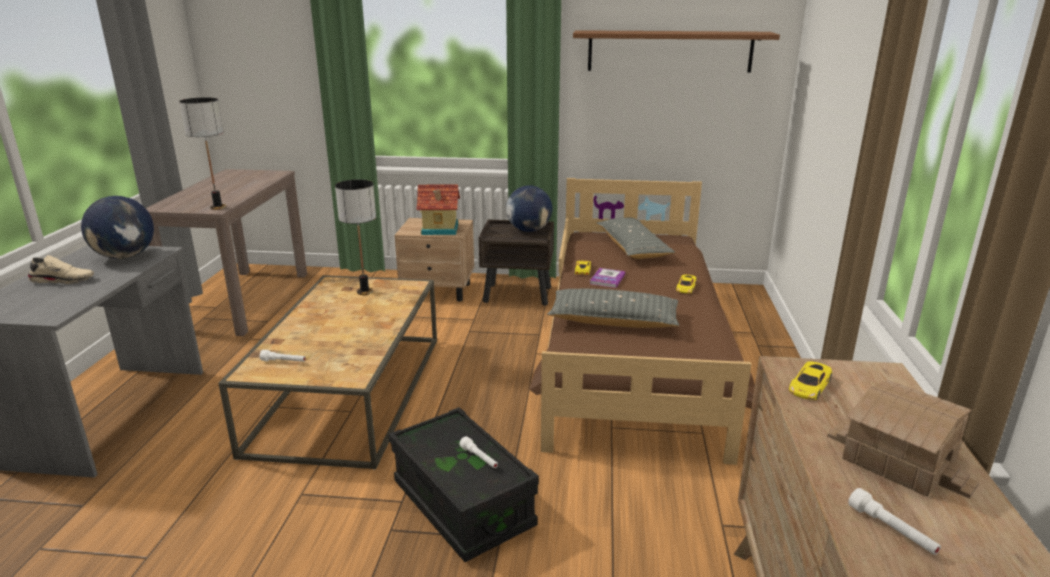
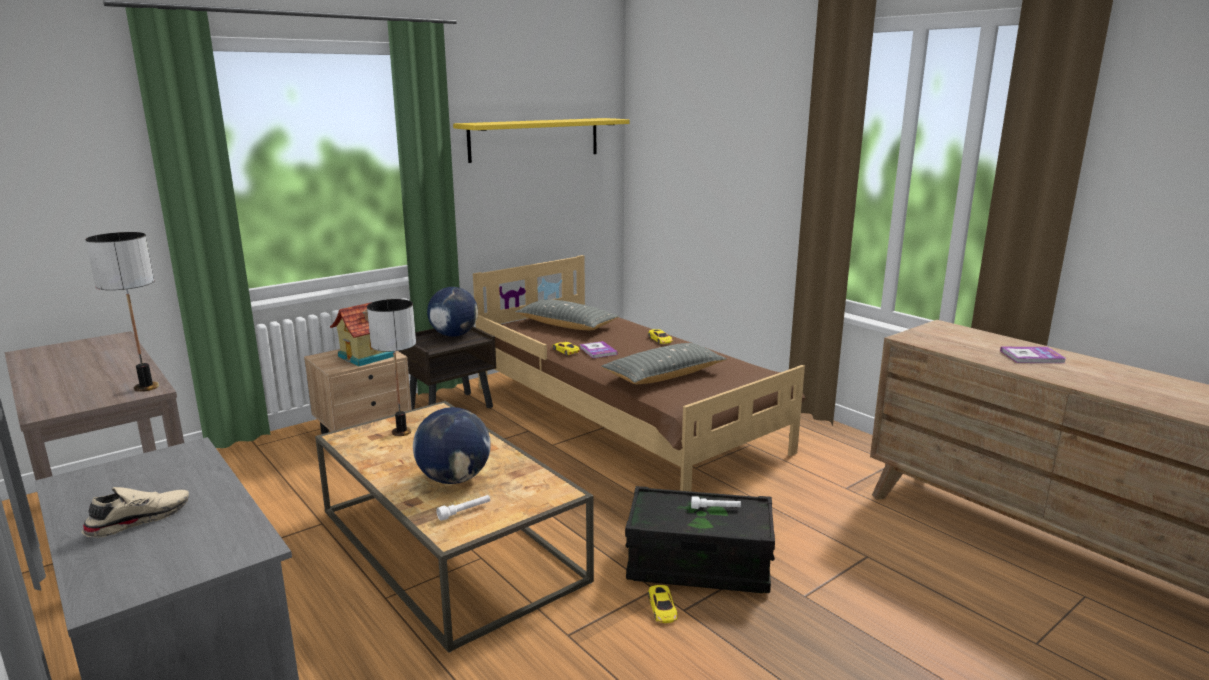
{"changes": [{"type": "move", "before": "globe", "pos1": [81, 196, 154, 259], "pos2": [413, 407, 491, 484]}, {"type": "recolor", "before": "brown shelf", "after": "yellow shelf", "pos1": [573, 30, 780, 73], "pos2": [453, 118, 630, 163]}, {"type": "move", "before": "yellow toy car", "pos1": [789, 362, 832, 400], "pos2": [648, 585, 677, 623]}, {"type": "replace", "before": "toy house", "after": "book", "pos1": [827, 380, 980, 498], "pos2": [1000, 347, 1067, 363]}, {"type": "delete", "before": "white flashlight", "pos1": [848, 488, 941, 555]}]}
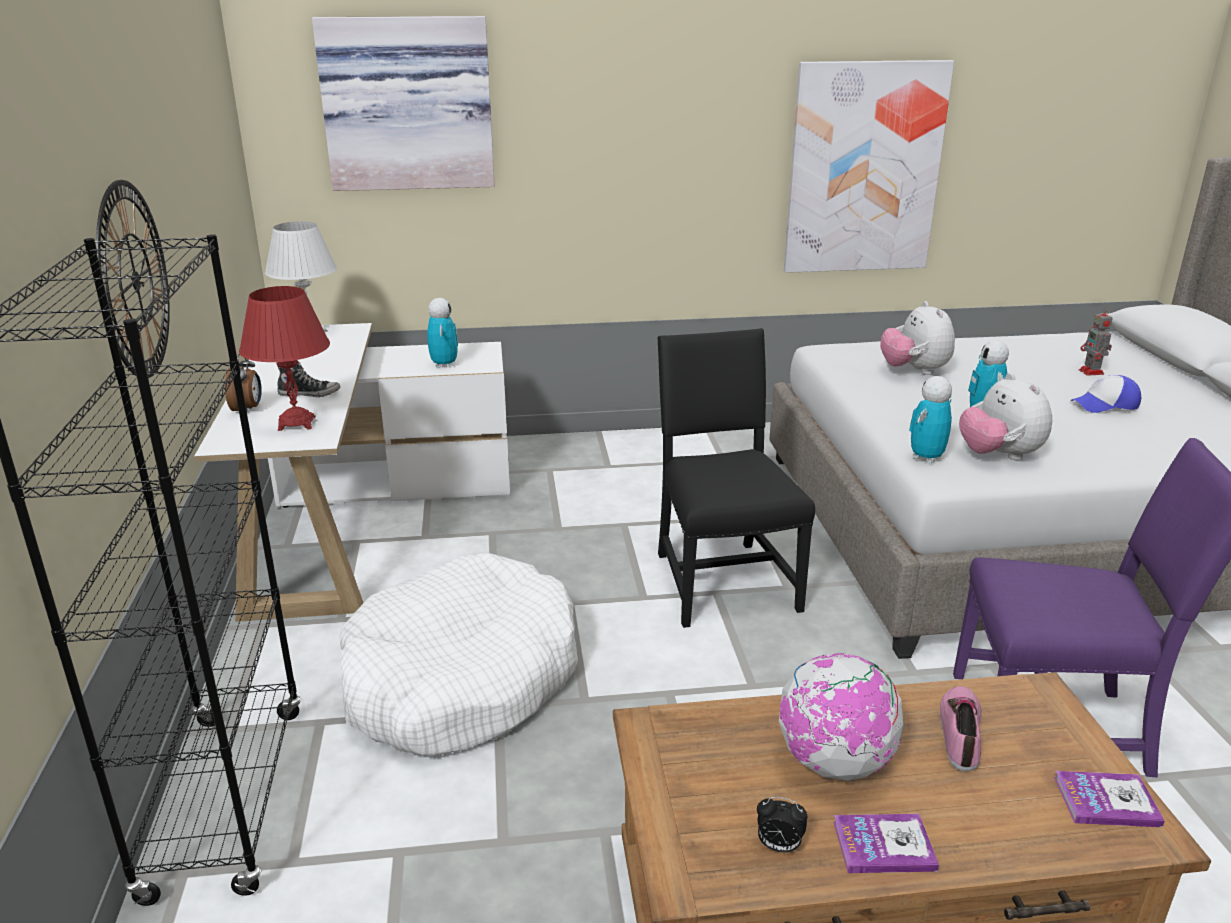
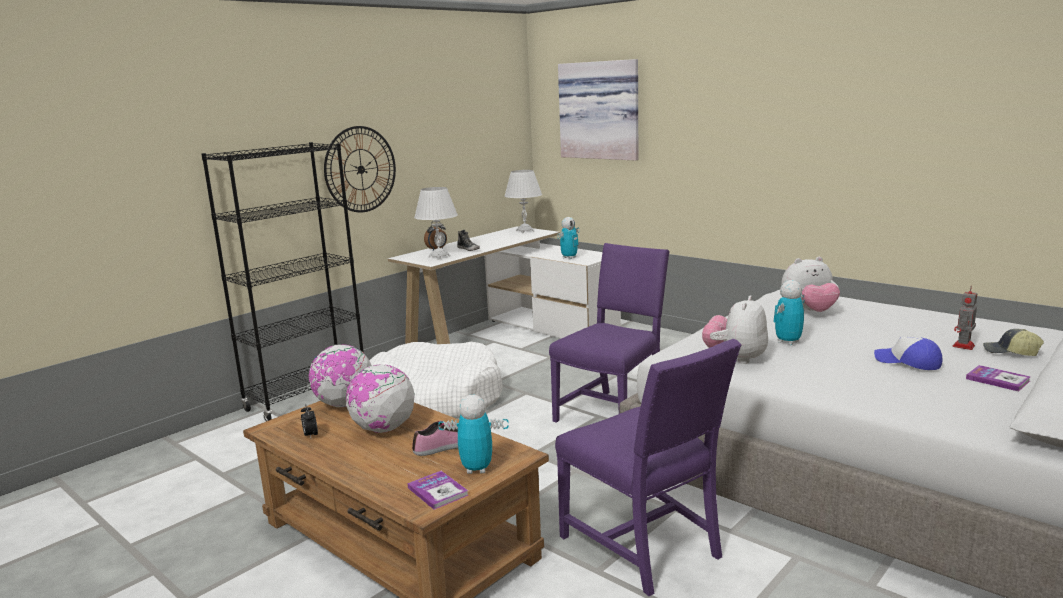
{"changes": [{"type": "recolor", "before": "red table lamp", "after": "white table lamp", "pos1": [239, 286, 330, 431], "pos2": [414, 187, 458, 260]}, {"type": "recolor", "before": "black chair", "after": "purple chair", "pos1": [658, 328, 815, 628], "pos2": [549, 243, 669, 423]}, {"type": "delete", "before": "picture", "pos1": [784, 60, 954, 273]}, {"type": "move", "before": "book", "pos1": [833, 814, 939, 873], "pos2": [966, 365, 1031, 392]}, {"type": "rotate", "before": "plush toy", "pos1": [880, 301, 955, 375], "pos2": [781, 257, 840, 312], "turn": -135}, {"type": "move", "before": "toy robot", "pos1": [909, 376, 952, 463], "pos2": [438, 395, 509, 474]}, {"type": "insert", "after": "globe", "pos2": [309, 345, 372, 407]}, {"type": "insert", "after": "cap", "pos2": [983, 329, 1044, 356]}]}
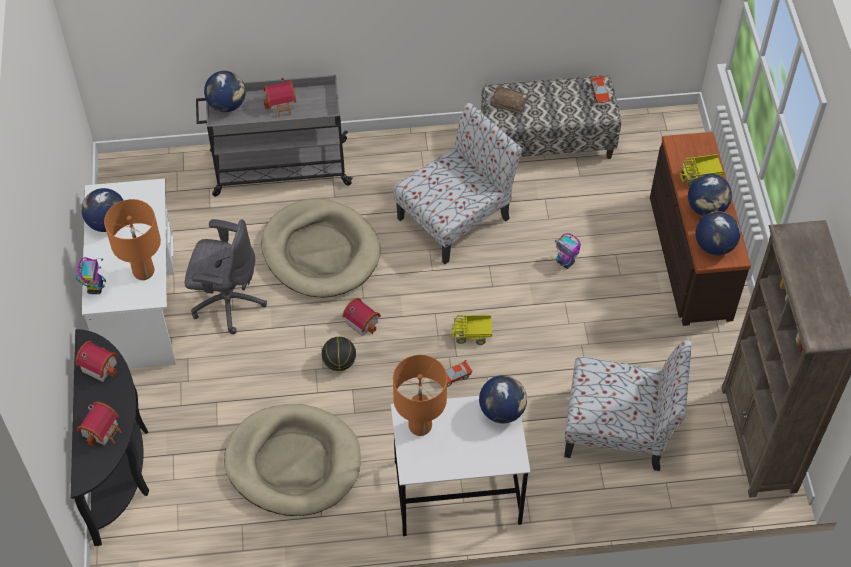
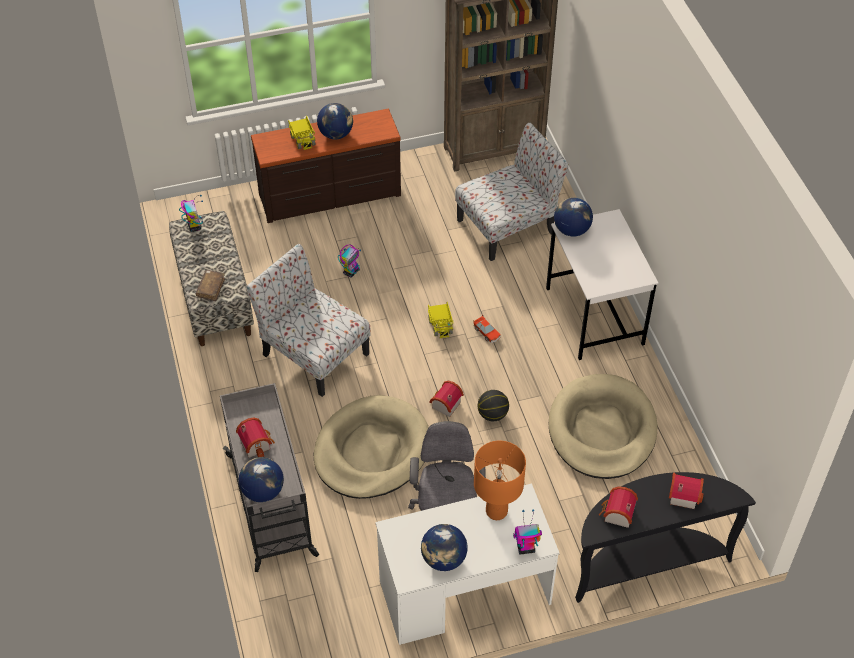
{"changes": [{"type": "delete", "before": "orange table lamp", "pos1": [393, 355, 447, 436]}, {"type": "rotate", "before": "chair", "pos1": [564, 339, 692, 471], "pos2": [455, 123, 569, 261], "turn": 60}, {"type": "replace", "before": "toy car", "after": "toy robot", "pos1": [590, 75, 610, 105], "pos2": [179, 195, 203, 232]}, {"type": "delete", "before": "globe", "pos1": [696, 211, 740, 255]}]}
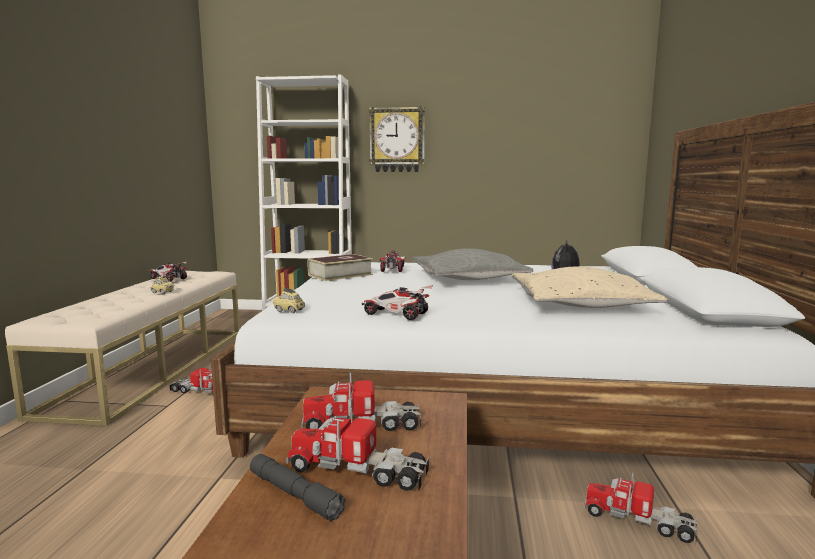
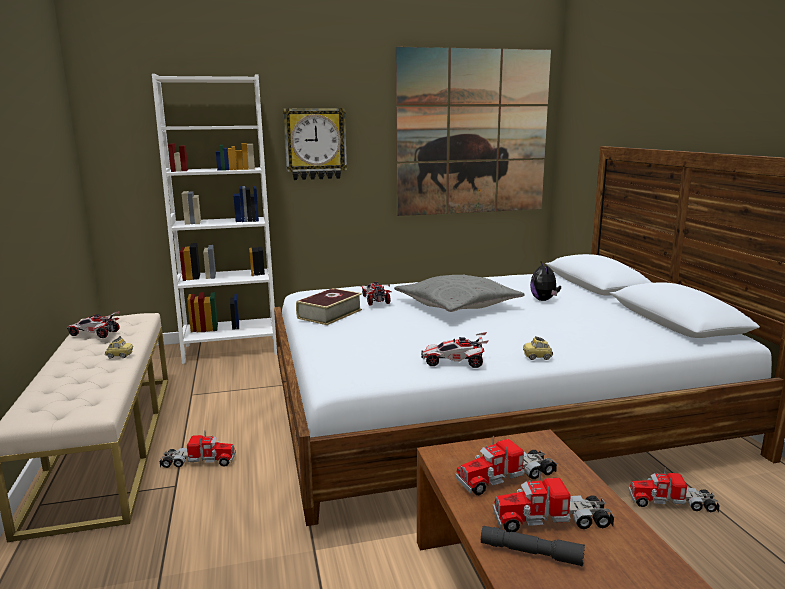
{"changes": [{"type": "move", "before": "toy car", "pos1": [273, 288, 305, 313], "pos2": [523, 336, 553, 360]}, {"type": "delete", "before": "beige pillow", "pos1": [512, 266, 667, 308]}, {"type": "insert", "after": "picture", "pos2": [396, 47, 551, 216]}]}
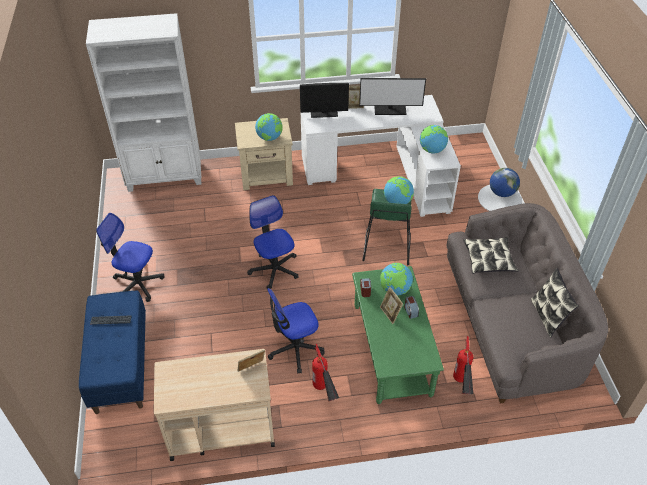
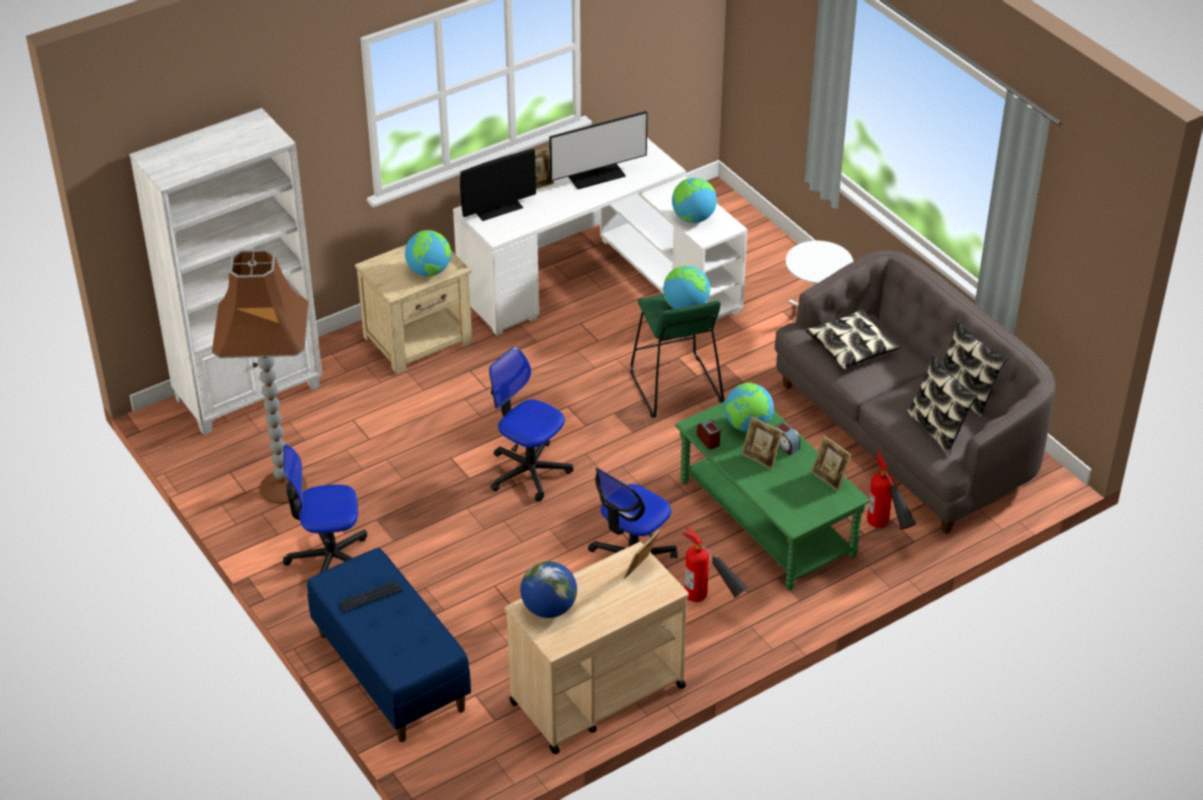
{"changes": [{"type": "move", "before": "globe", "pos1": [490, 168, 520, 197], "pos2": [520, 561, 577, 618]}, {"type": "insert", "after": "brown floor lamp", "pos2": [212, 249, 309, 504]}, {"type": "insert", "after": "picture frame", "pos2": [811, 436, 852, 491]}, {"type": "insert", "after": "pillow", "pos2": [907, 355, 978, 455]}]}
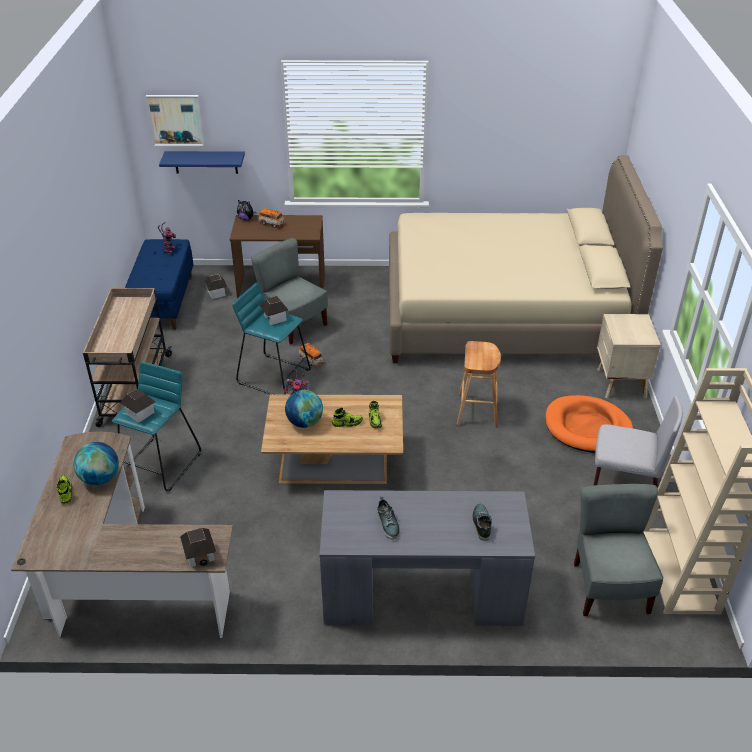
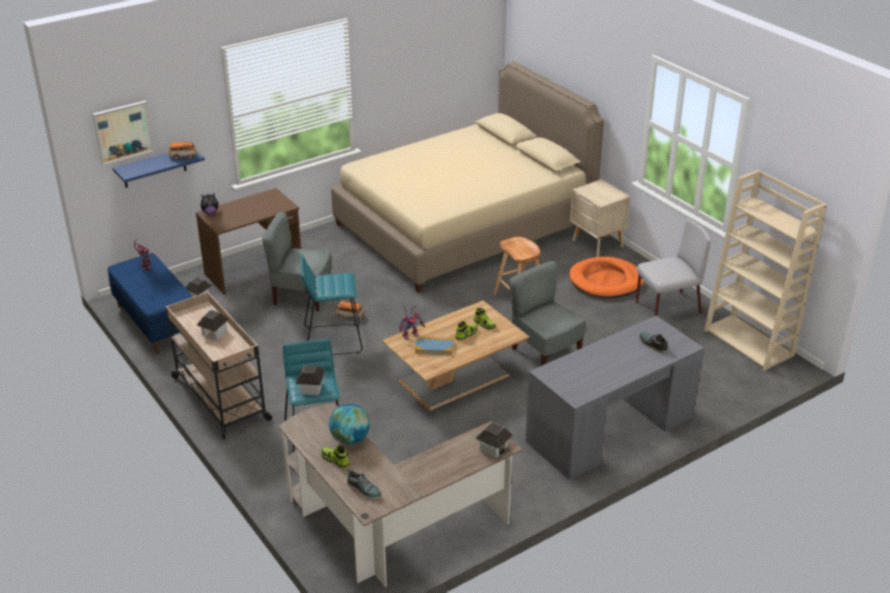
{"changes": [{"type": "move", "before": "toy car", "pos1": [258, 208, 285, 228], "pos2": [168, 141, 197, 160]}, {"type": "move", "before": "toy house", "pos1": [260, 296, 288, 325], "pos2": [197, 310, 229, 340]}, {"type": "replace", "before": "globe", "after": "book", "pos1": [285, 390, 323, 428], "pos2": [415, 336, 454, 355]}, {"type": "move", "before": "shoe", "pos1": [377, 496, 400, 540], "pos2": [347, 469, 381, 500]}, {"type": "move", "before": "grey chair", "pos1": [574, 484, 664, 616], "pos2": [509, 261, 586, 366]}]}
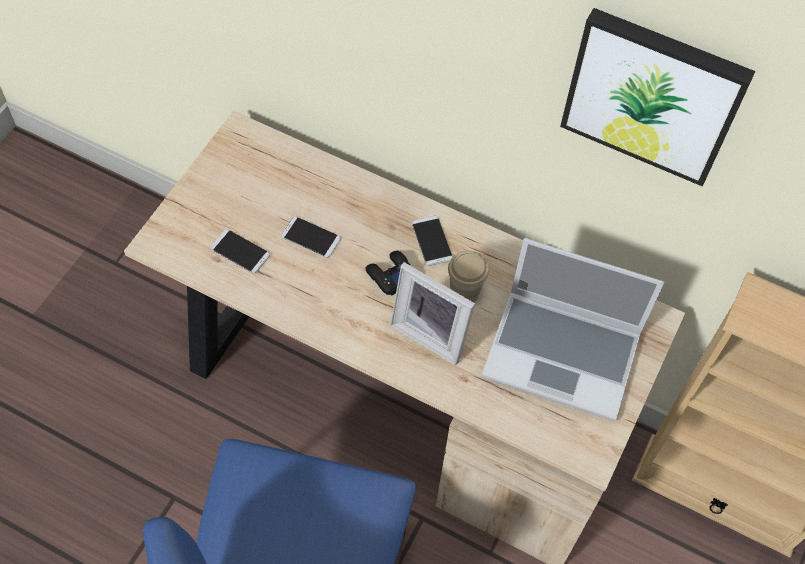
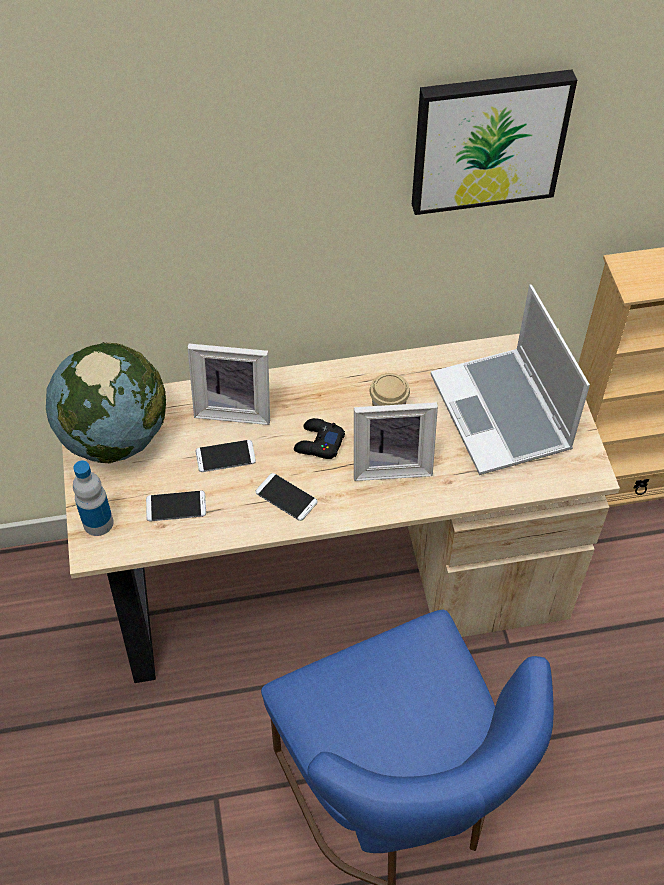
{"changes": [{"type": "move", "before": "phone", "pos1": [412, 216, 453, 266], "pos2": [256, 473, 318, 521]}, {"type": "rotate", "before": "laptop", "pos1": [481, 238, 664, 421], "pos2": [431, 284, 590, 475], "turn": 90}, {"type": "insert", "after": "globe", "pos2": [46, 342, 166, 463]}, {"type": "insert", "after": "bottle", "pos2": [73, 461, 114, 536]}, {"type": "insert", "after": "picture frame", "pos2": [188, 344, 270, 425]}]}
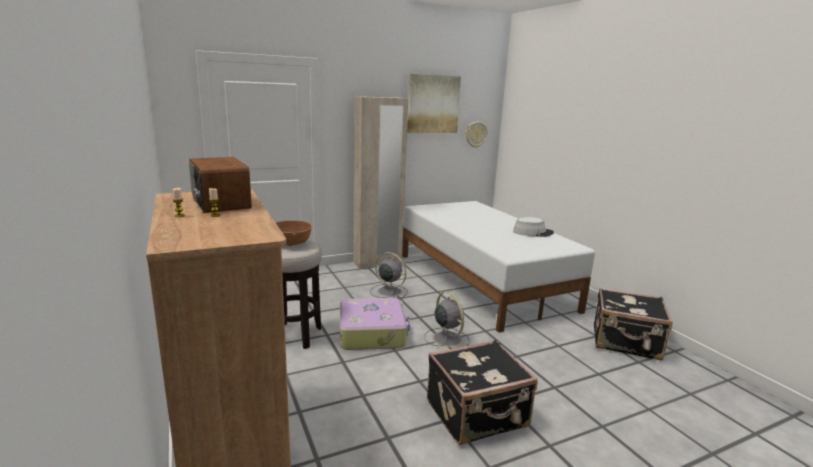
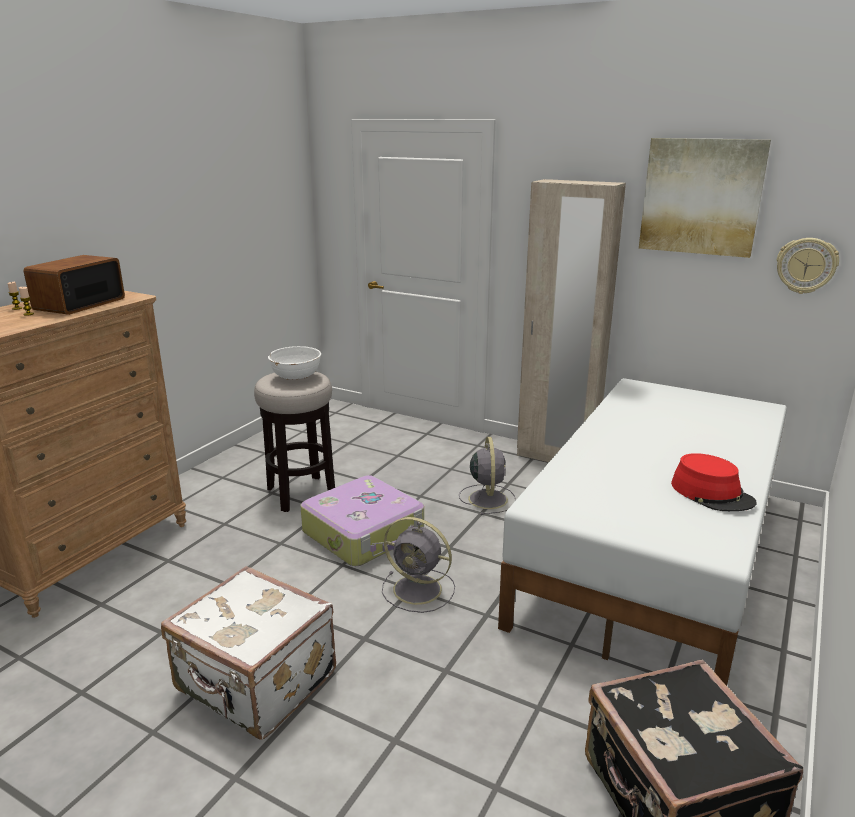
{"changes": [{"type": "recolor", "before": "brown bowl", "after": "white bowl", "pos1": [276, 220, 312, 246], "pos2": [268, 346, 321, 380]}, {"type": "rotate", "before": "grey fan", "pos1": [424, 291, 470, 347], "pos2": [382, 517, 455, 613], "turn": 90}, {"type": "recolor", "before": "black suitcase", "after": "white suitcase", "pos1": [427, 340, 538, 445], "pos2": [161, 566, 336, 740]}, {"type": "recolor", "before": "grey hat", "after": "red hat", "pos1": [513, 217, 554, 237], "pos2": [671, 453, 756, 511]}]}
